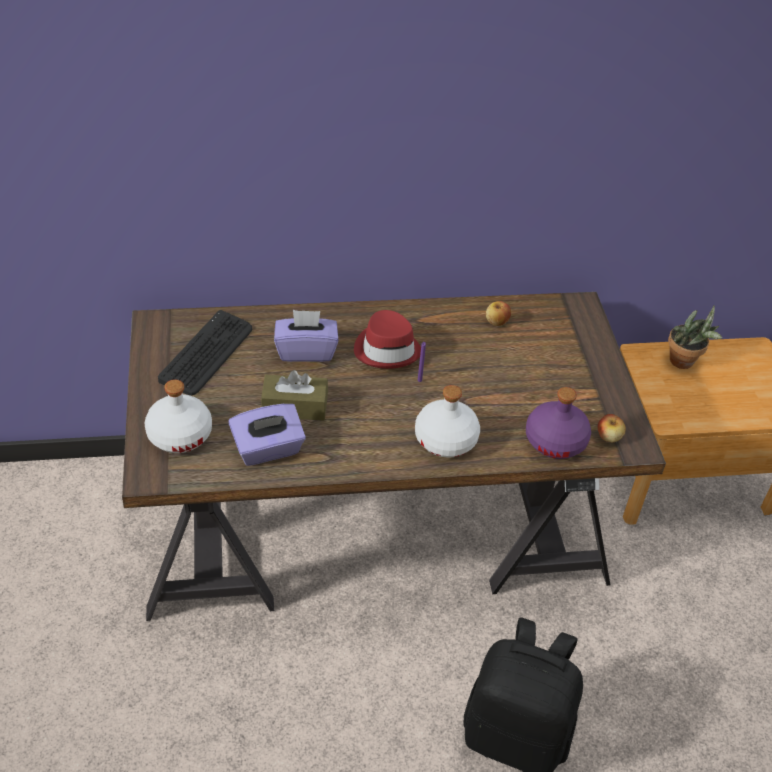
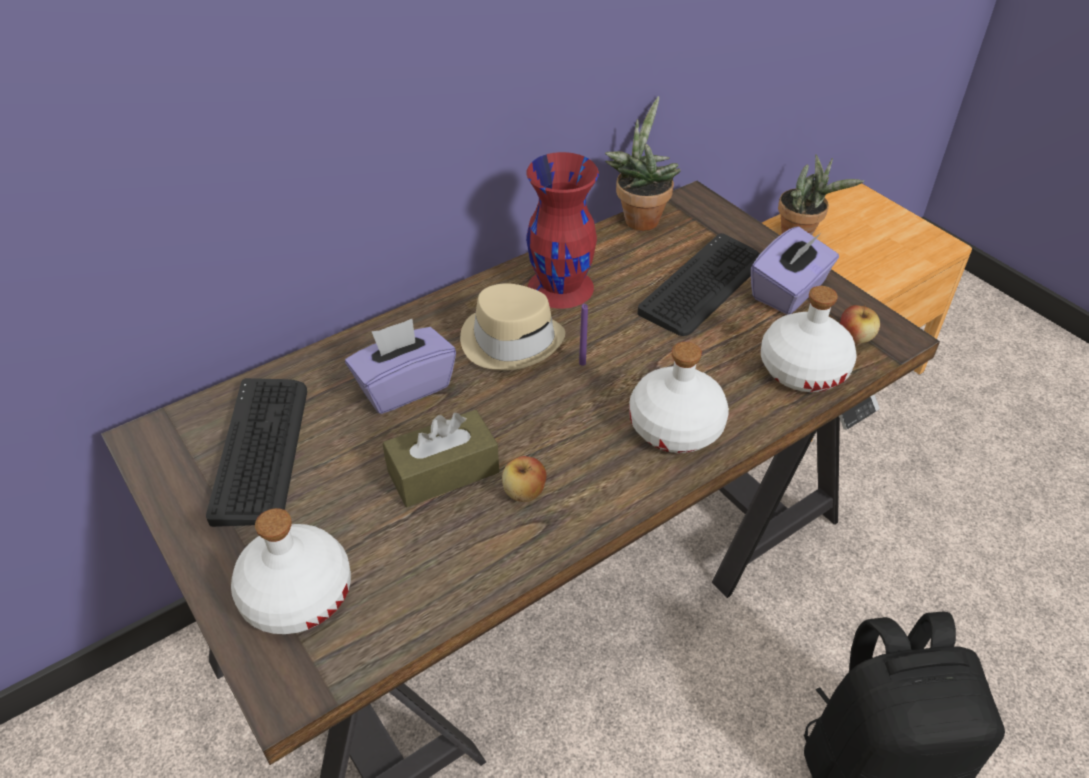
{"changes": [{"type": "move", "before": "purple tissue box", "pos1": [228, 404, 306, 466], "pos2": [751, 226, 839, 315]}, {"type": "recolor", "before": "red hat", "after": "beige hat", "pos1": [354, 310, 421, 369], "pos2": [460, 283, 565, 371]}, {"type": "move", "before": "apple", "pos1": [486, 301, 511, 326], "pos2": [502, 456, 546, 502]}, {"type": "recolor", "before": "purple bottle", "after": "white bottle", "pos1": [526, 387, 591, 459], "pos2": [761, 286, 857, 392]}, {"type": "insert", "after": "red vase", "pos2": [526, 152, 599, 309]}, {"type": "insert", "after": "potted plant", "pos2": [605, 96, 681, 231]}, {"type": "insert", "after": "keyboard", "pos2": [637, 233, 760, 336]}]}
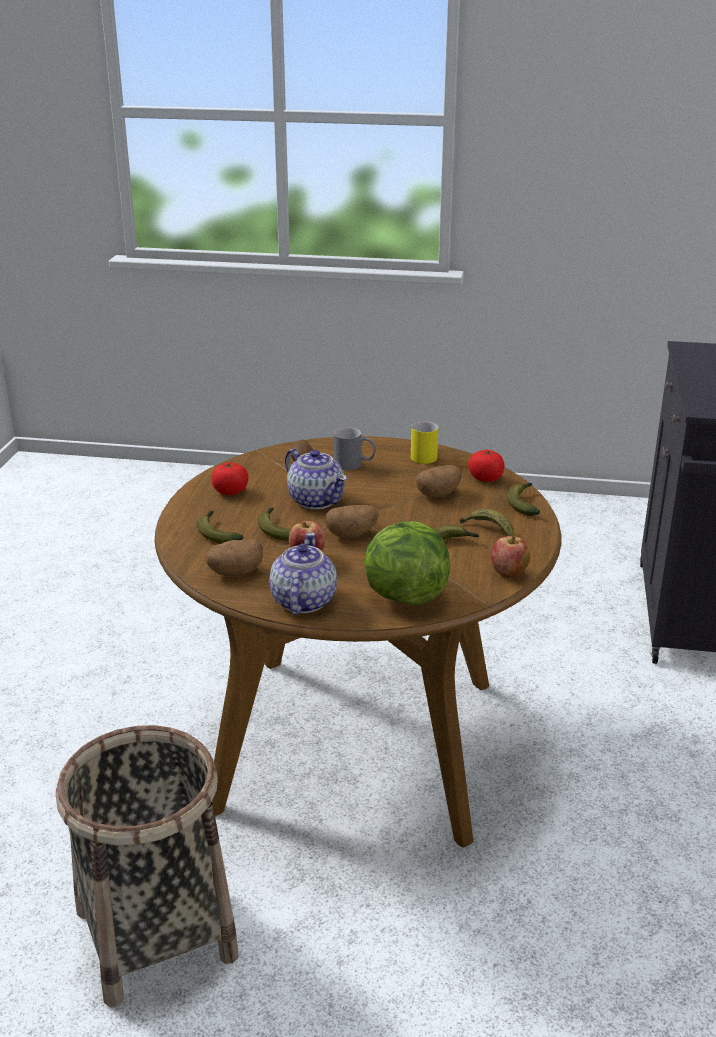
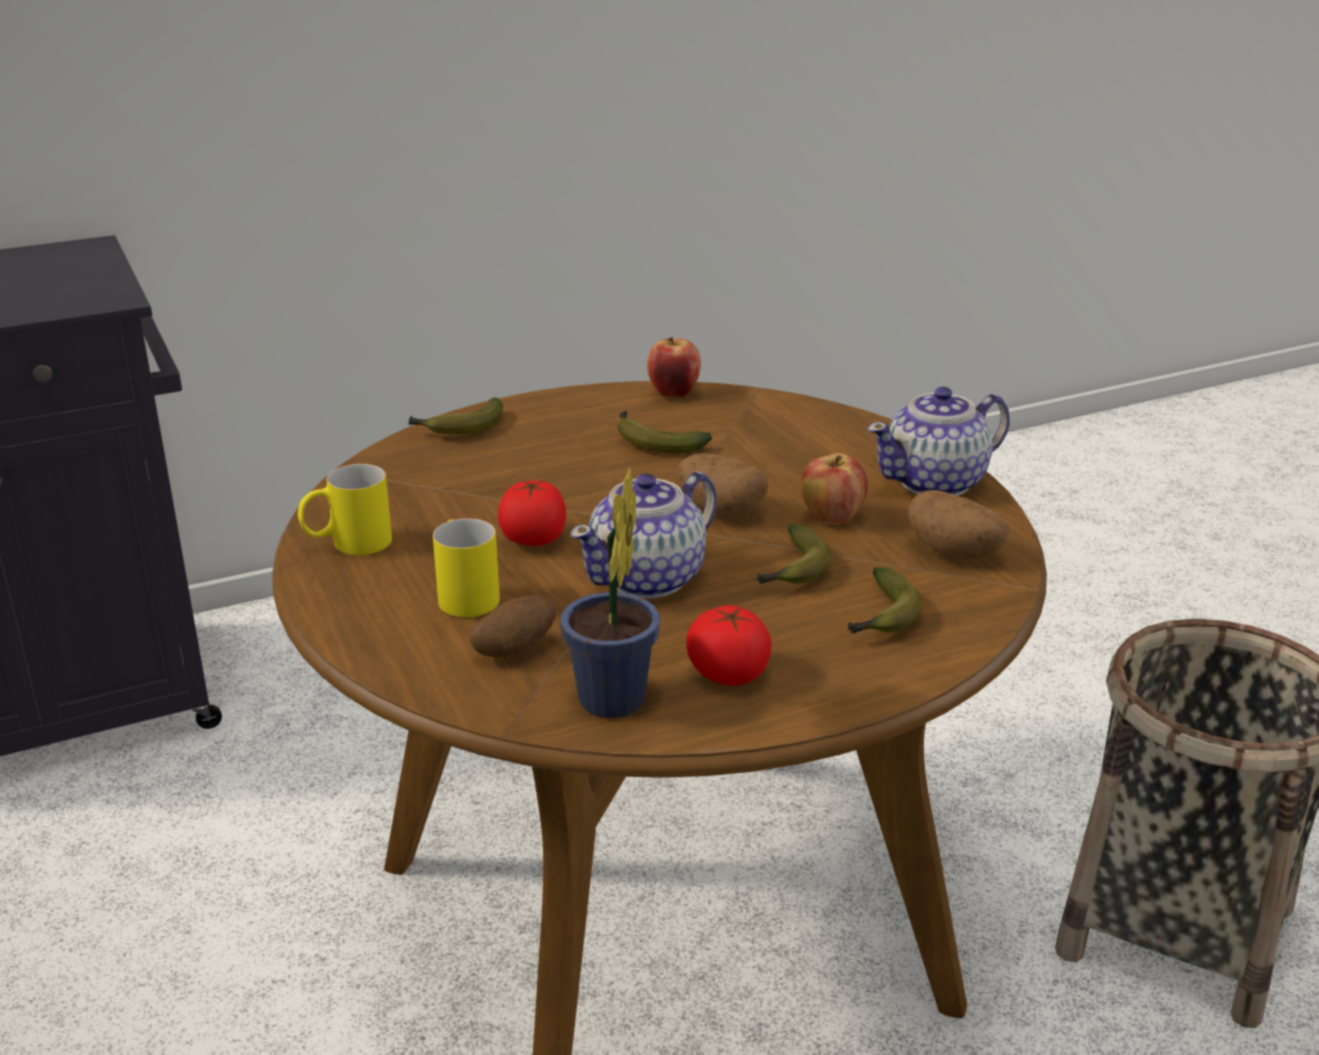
{"changes": [{"type": "rotate", "before": "teapot", "pos1": [285, 449, 347, 509], "pos2": [570, 471, 717, 598], "turn": -150}, {"type": "recolor", "before": "grey mug", "after": "yellow mug", "pos1": [334, 427, 376, 470], "pos2": [433, 518, 500, 617]}, {"type": "delete", "before": "lettuce", "pos1": [364, 521, 450, 605]}, {"type": "delete", "before": "potato", "pos1": [416, 465, 462, 498]}, {"type": "delete", "before": "banana", "pos1": [460, 509, 514, 536]}, {"type": "move", "before": "tomato", "pos1": [468, 450, 505, 482], "pos2": [498, 480, 566, 546]}, {"type": "insert", "after": "potted plant", "pos2": [560, 468, 660, 718]}]}
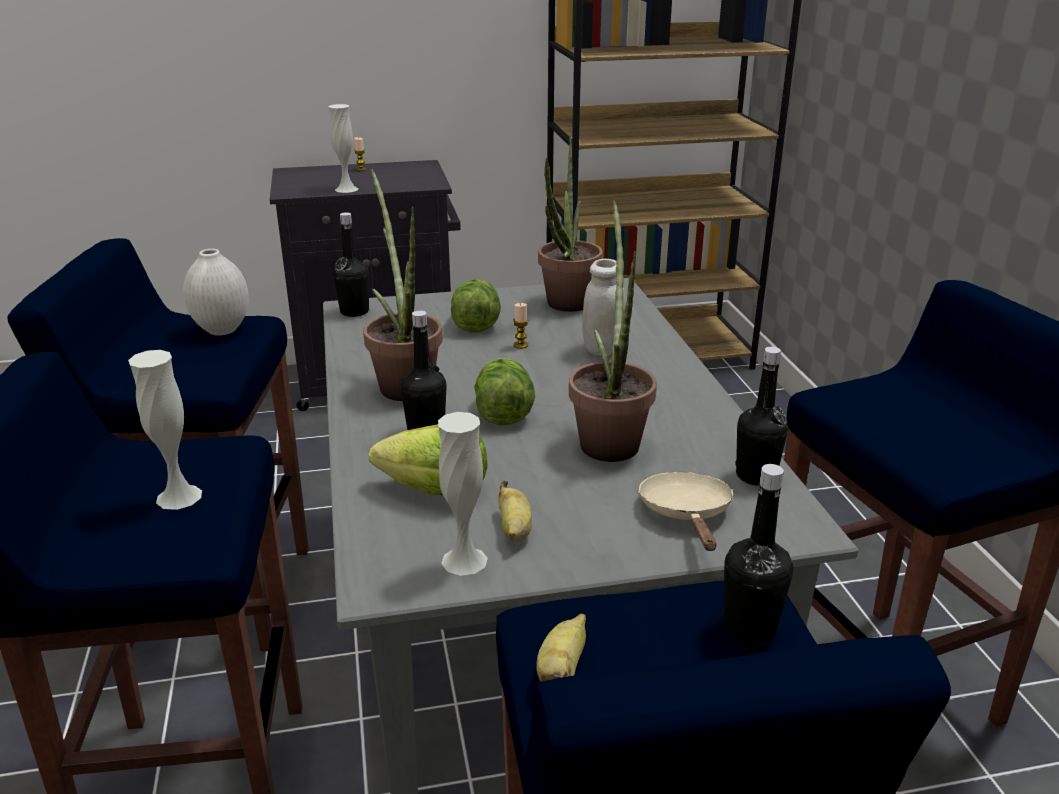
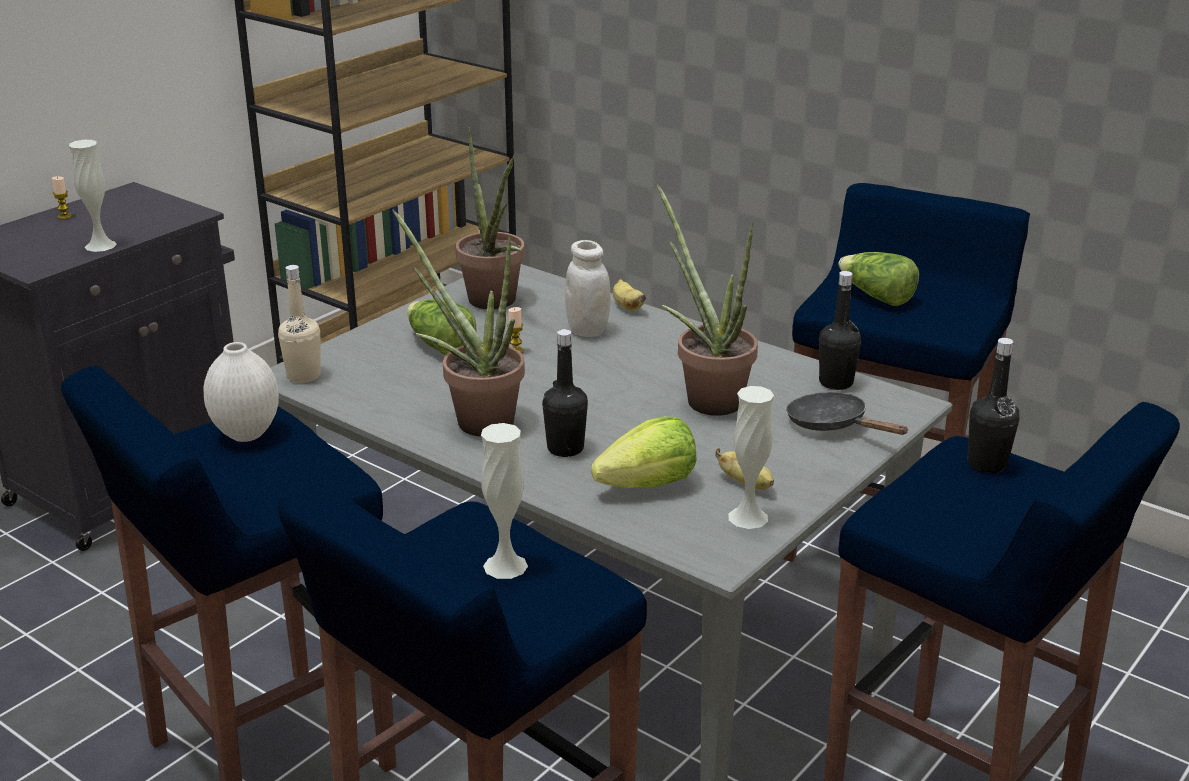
{"changes": [{"type": "recolor", "before": "black bottle", "after": "beige bottle", "pos1": [333, 212, 369, 317], "pos2": [278, 265, 321, 383]}, {"type": "move", "before": "lettuce", "pos1": [474, 358, 535, 425], "pos2": [838, 252, 919, 306]}, {"type": "move", "before": "banana", "pos1": [536, 614, 586, 682], "pos2": [613, 279, 646, 311]}, {"type": "recolor", "before": "beige frying pan", "after": "black frying pan", "pos1": [638, 472, 734, 551], "pos2": [786, 392, 909, 435]}]}
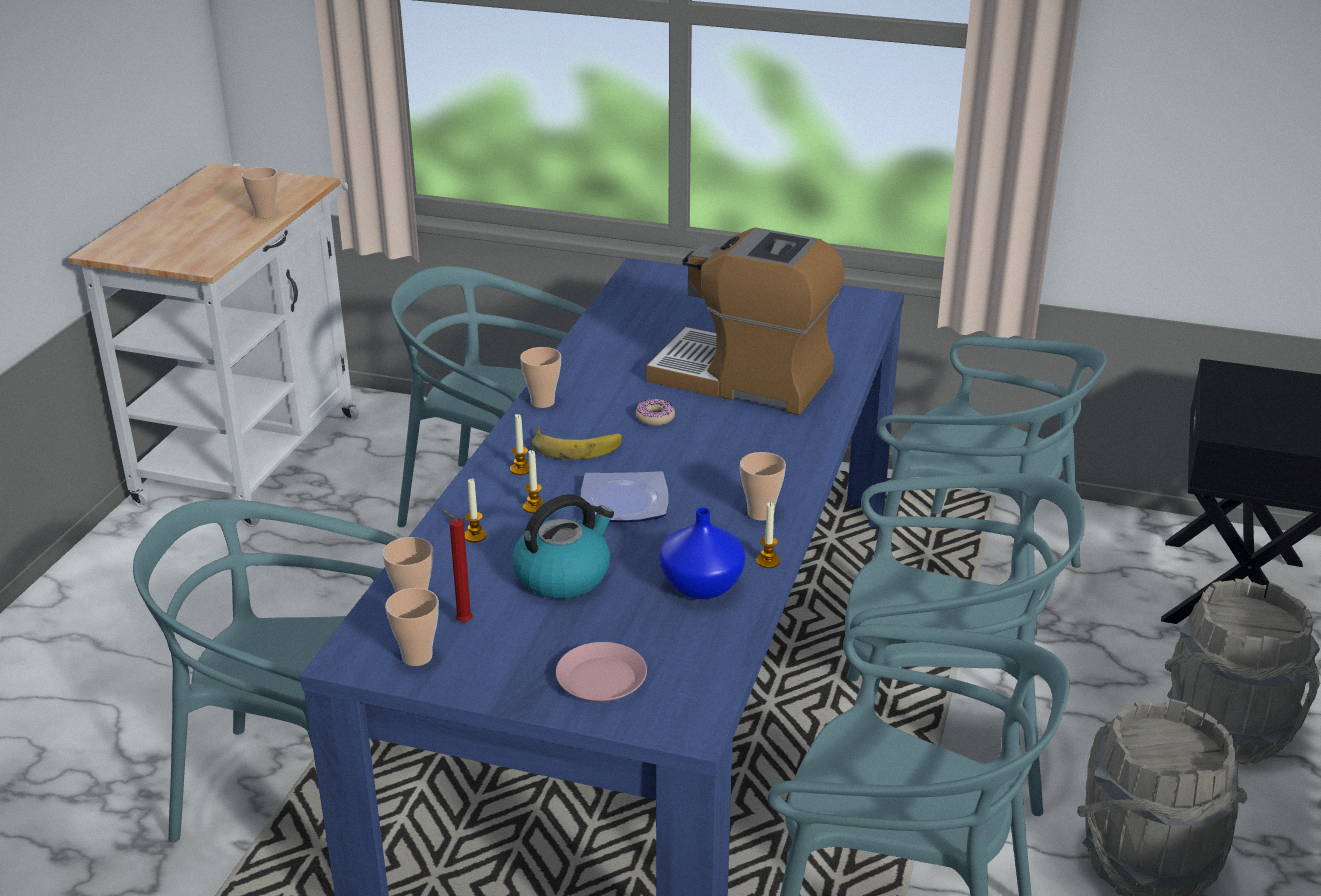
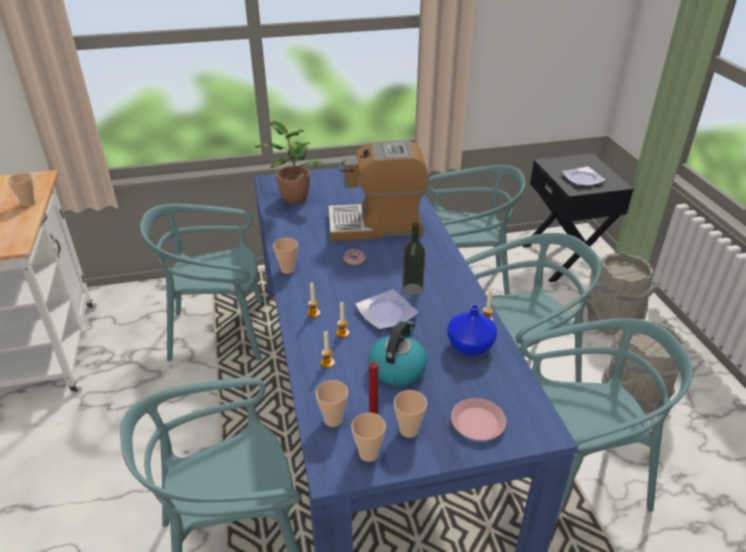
{"changes": [{"type": "delete", "before": "banana", "pos1": [532, 426, 622, 460]}, {"type": "move", "before": "cup", "pos1": [740, 452, 786, 521], "pos2": [394, 390, 427, 438]}, {"type": "insert", "after": "potted plant", "pos2": [254, 121, 323, 204]}, {"type": "insert", "after": "bottle", "pos2": [402, 222, 426, 296]}, {"type": "insert", "after": "plate", "pos2": [561, 166, 606, 186]}]}
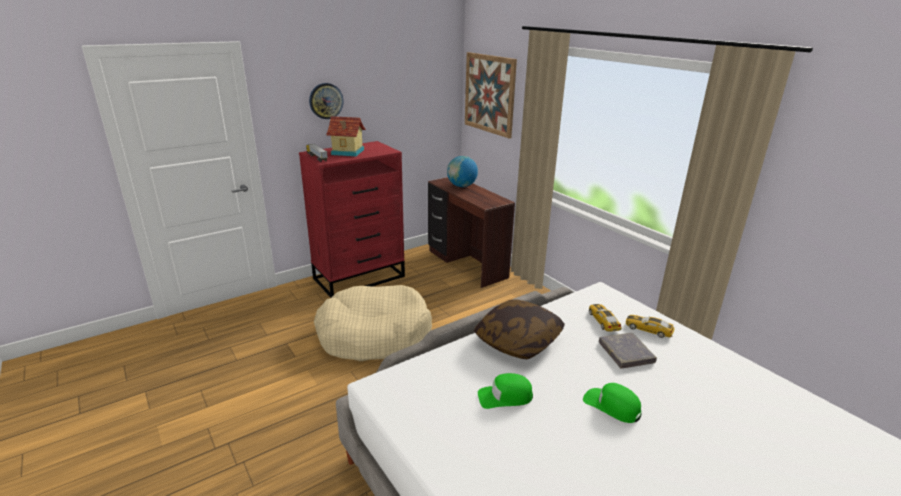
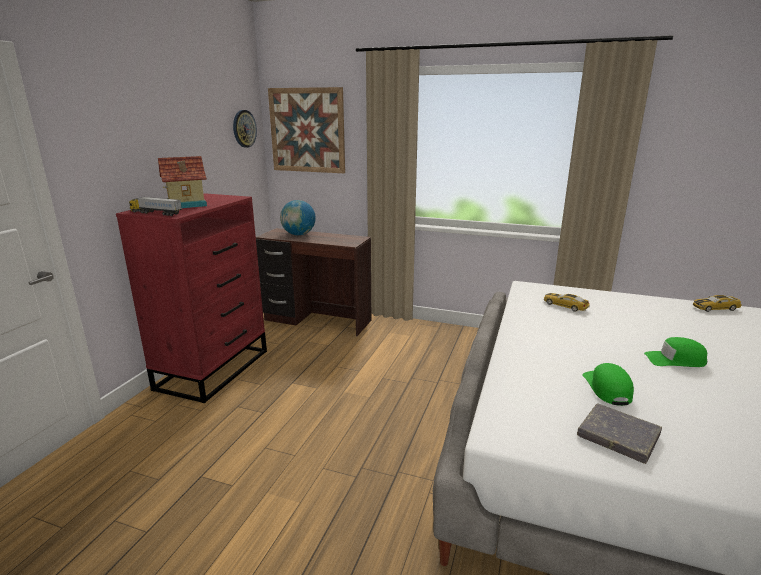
{"changes": [{"type": "move", "before": "wall clock", "pos1": [309, 83, 344, 119], "pos2": [233, 110, 257, 148]}, {"type": "delete", "before": "beige dog bed", "pos1": [314, 285, 432, 361]}, {"type": "delete", "before": "pillow", "pos1": [474, 299, 565, 359]}, {"type": "rotate", "before": "green cap", "pos1": [478, 373, 533, 409], "pos2": [582, 363, 634, 406], "turn": 135}, {"type": "move", "before": "grey book", "pos1": [599, 333, 657, 368], "pos2": [577, 403, 662, 464]}, {"type": "move", "before": "toy car", "pos1": [626, 315, 674, 338], "pos2": [693, 295, 742, 312]}]}
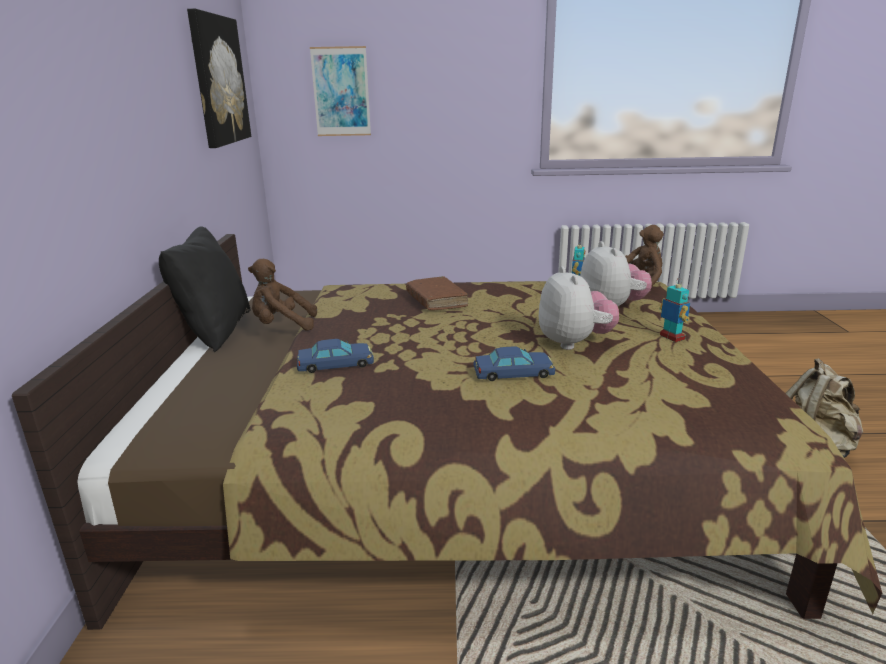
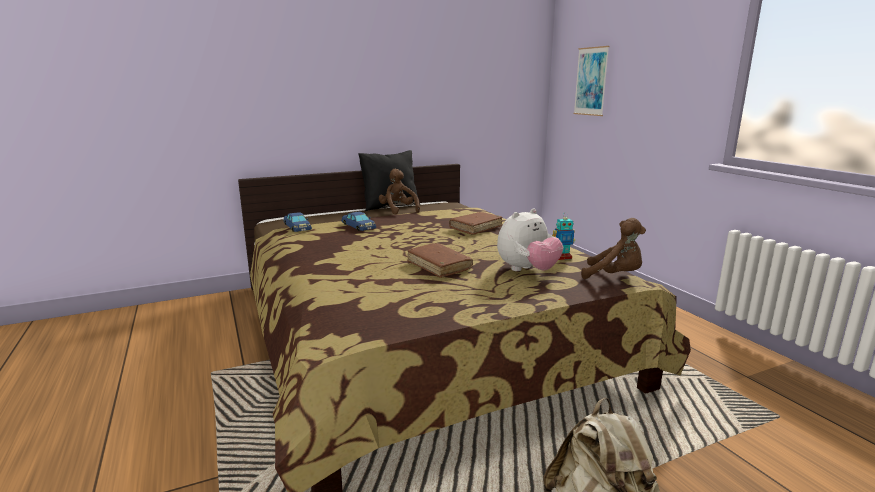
{"changes": [{"type": "delete", "before": "picture", "pos1": [187, 9, 251, 148]}, {"type": "move", "before": "blue toy car", "pos1": [473, 346, 555, 381], "pos2": [283, 212, 312, 232]}, {"type": "replace", "before": "plush toy", "after": "brown book", "pos1": [539, 266, 619, 350], "pos2": [407, 243, 473, 278]}, {"type": "delete", "before": "toy robot", "pos1": [659, 283, 690, 342]}]}
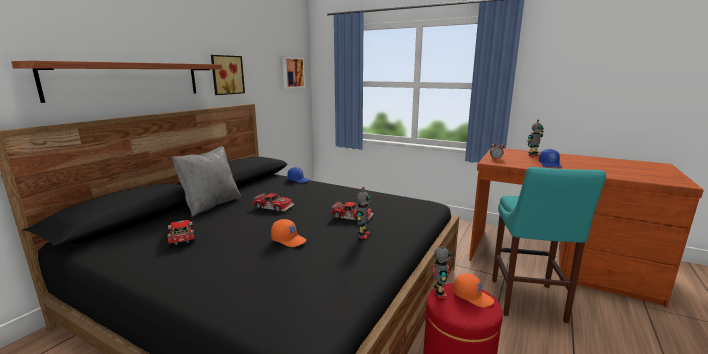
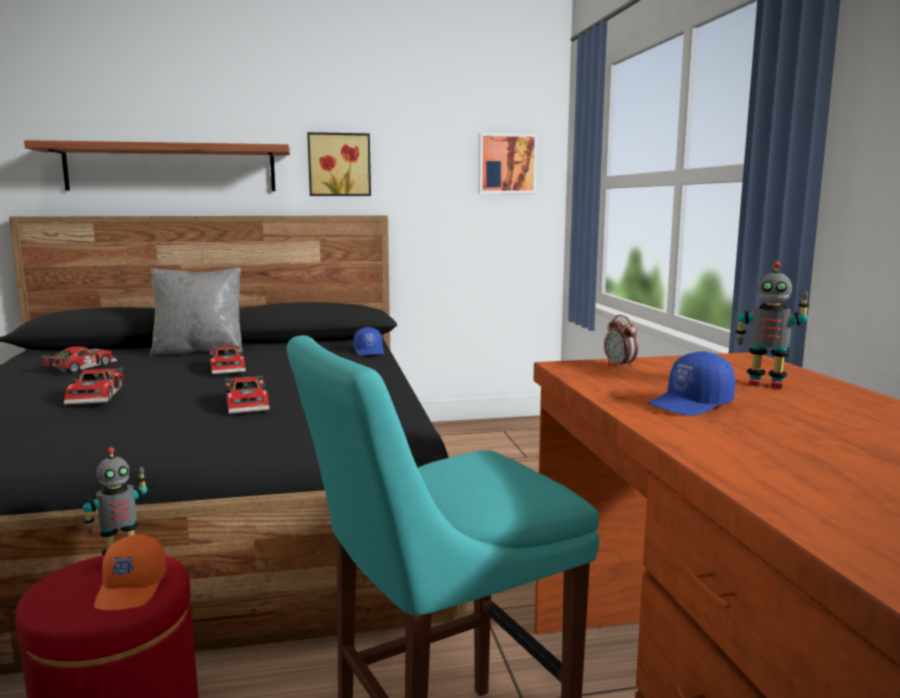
{"changes": [{"type": "replace", "before": "orange cap", "after": "toy car", "pos1": [271, 219, 306, 247], "pos2": [64, 367, 123, 405]}, {"type": "delete", "before": "toy robot", "pos1": [356, 187, 371, 239]}]}
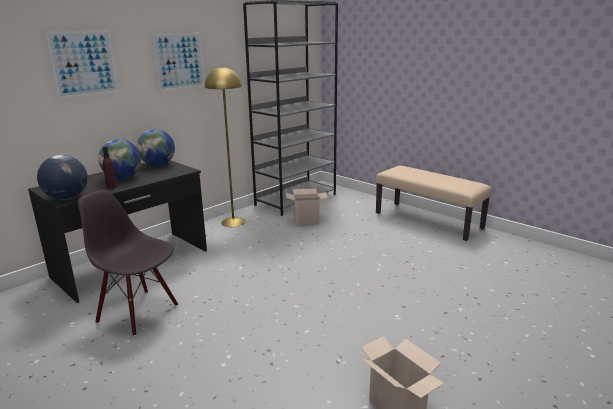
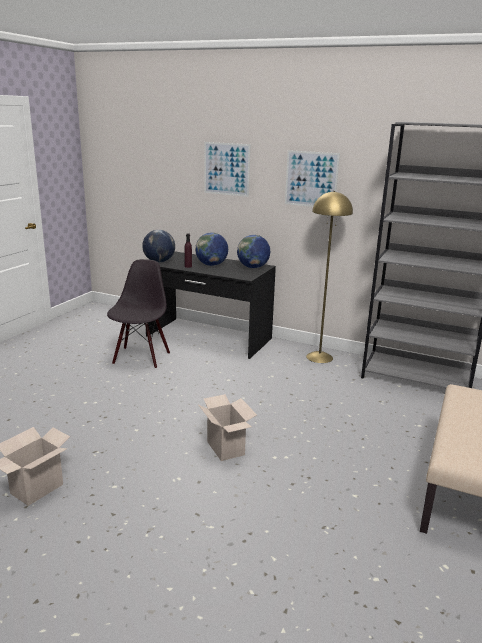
{"changes": [{"type": "move", "before": "cardboard box", "pos1": [285, 188, 328, 225], "pos2": [198, 394, 257, 461]}]}
